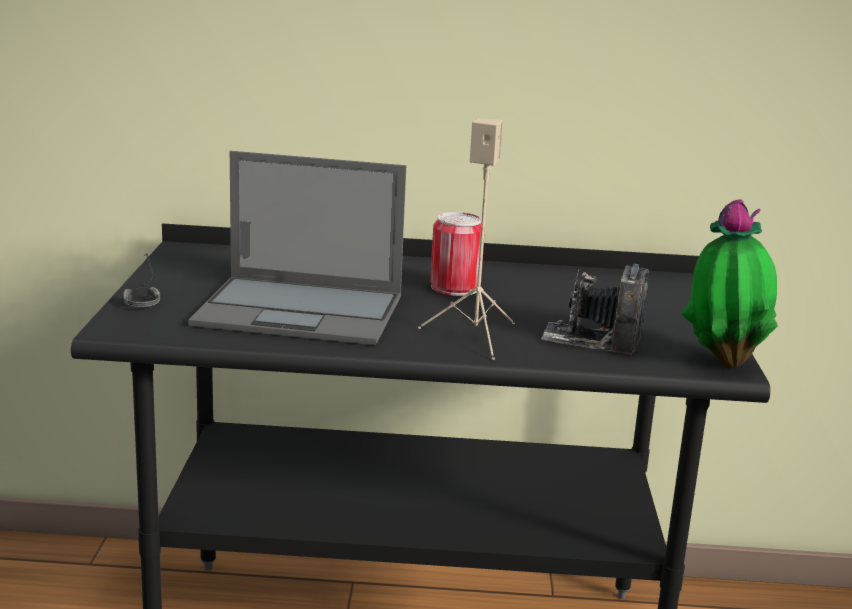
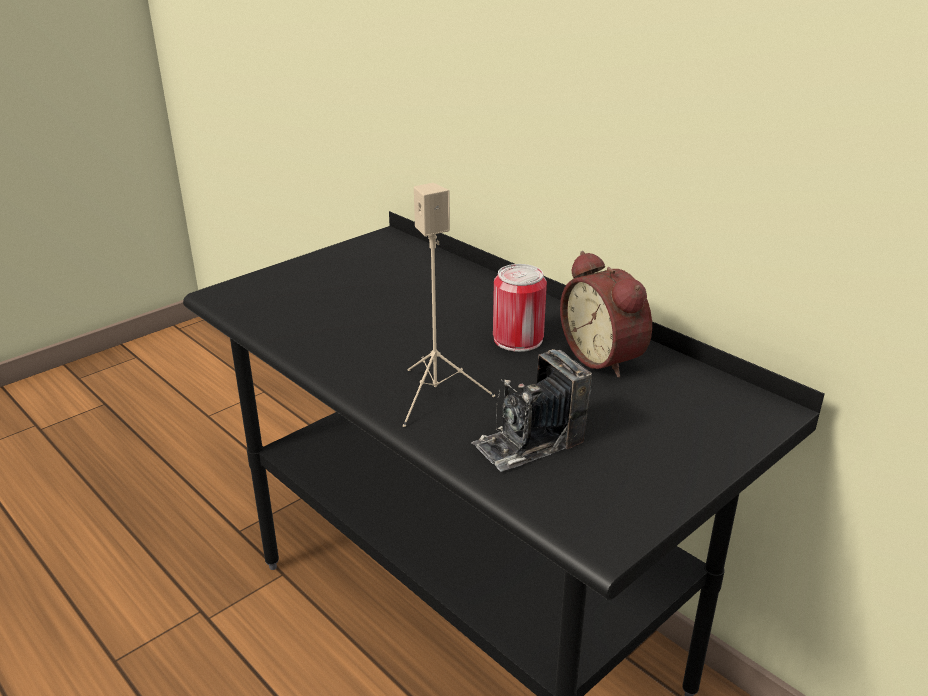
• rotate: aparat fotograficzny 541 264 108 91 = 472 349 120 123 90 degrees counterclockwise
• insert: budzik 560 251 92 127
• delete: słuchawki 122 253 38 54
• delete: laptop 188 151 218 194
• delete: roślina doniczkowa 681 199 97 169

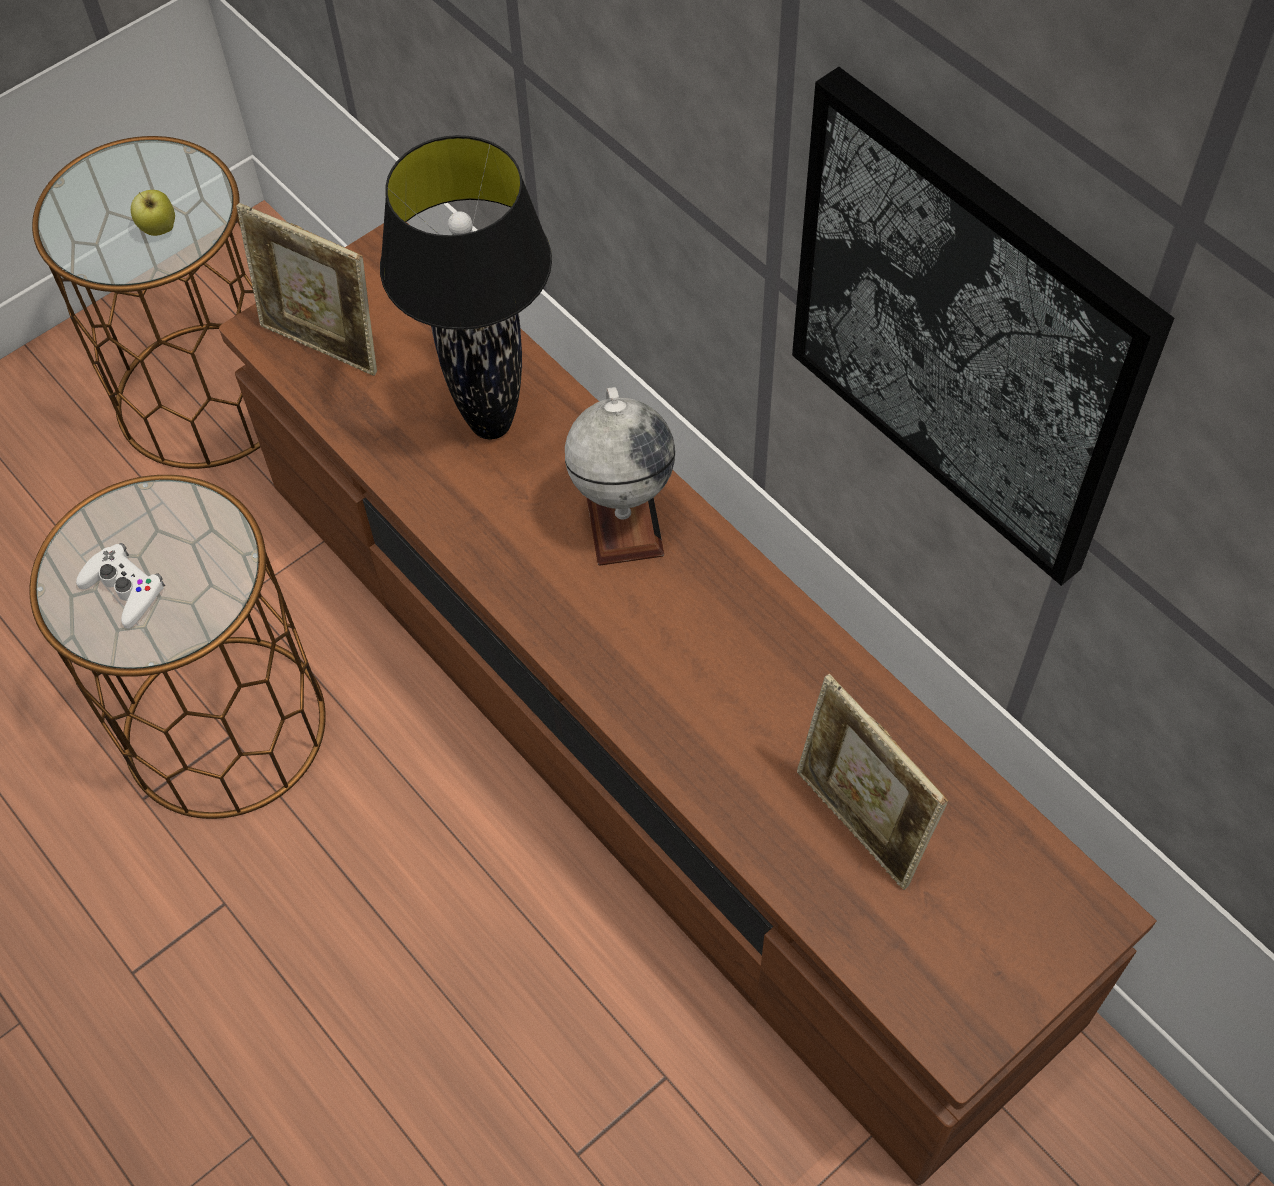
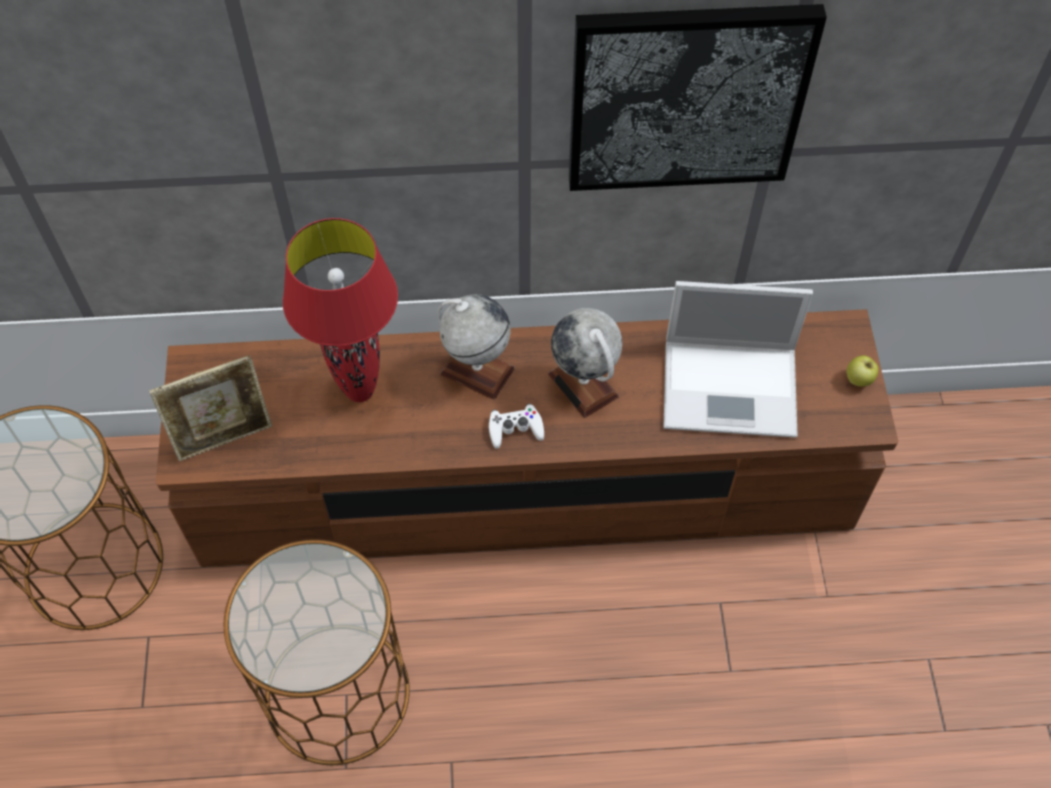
• recolor: lampa stołowa (czarny) 380 135 172 304 to lampa stołowa (czerwony) 283 218 115 184
• move: pad do gier (biały) 76 543 89 86 to 489 403 55 46
• insert: globus 548 308 74 110
• replace: ramka na zdjęcie 797 674 151 216 to laptop 663 281 150 157
• move: jabłko 131 190 44 46 to 846 355 32 32

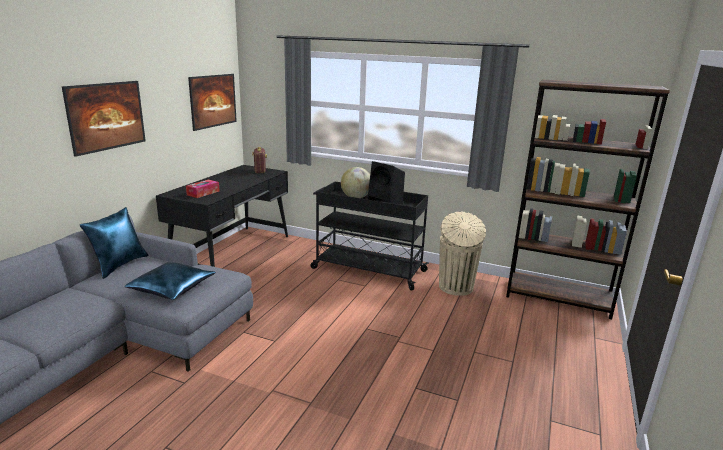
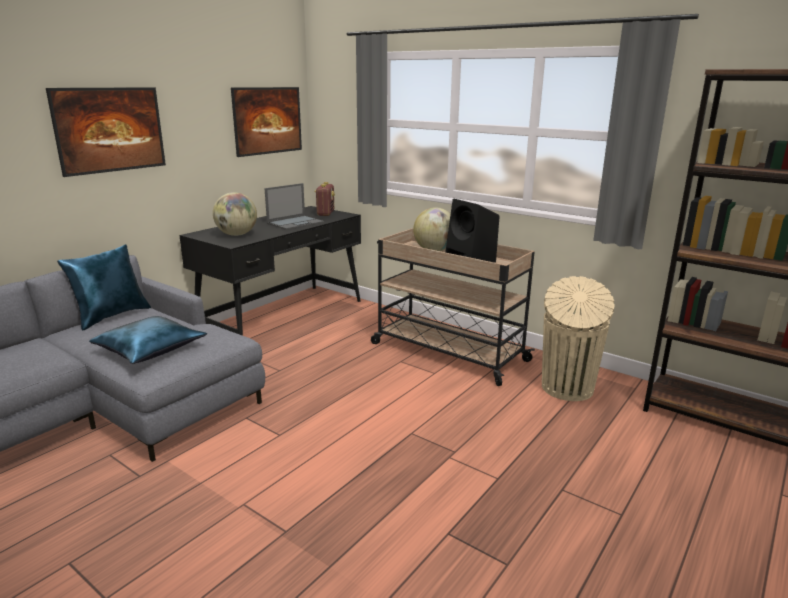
• replace: pudełko chusteczek 186 180 33 18 to globus 213 192 44 44
• insert: laptop 265 183 59 47
• recolor: wózek (czarny) 311 182 118 109 to wózek (beżowy) 371 228 164 158

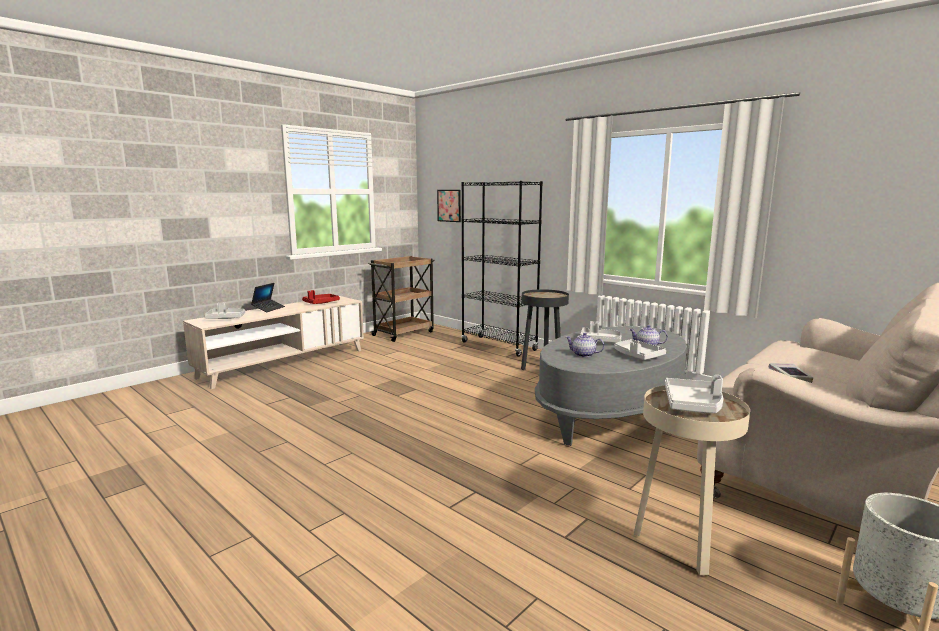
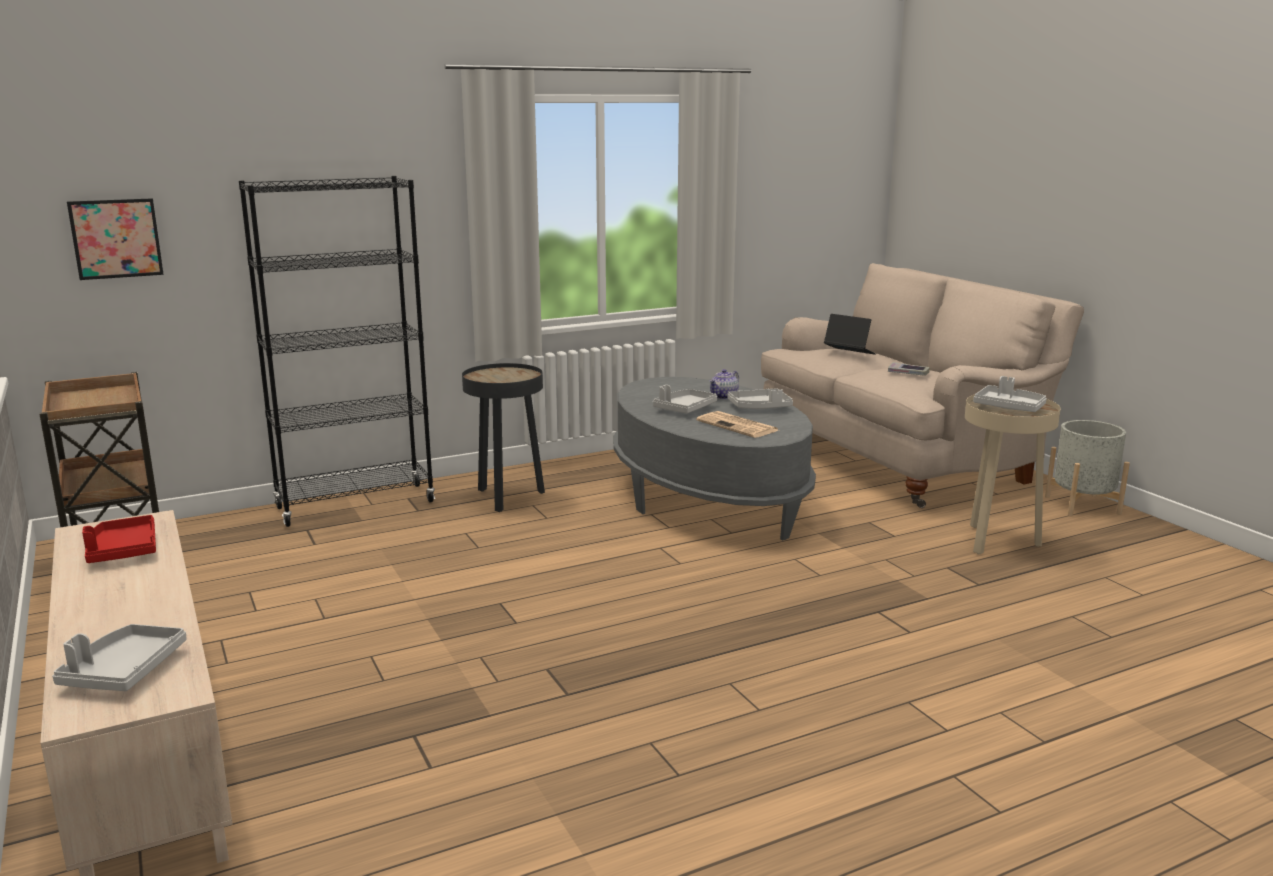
• replace: imbryk 566 333 38 24 to gazeta 696 411 82 27
• move: laptop 251 283 34 29 to 824 314 52 41

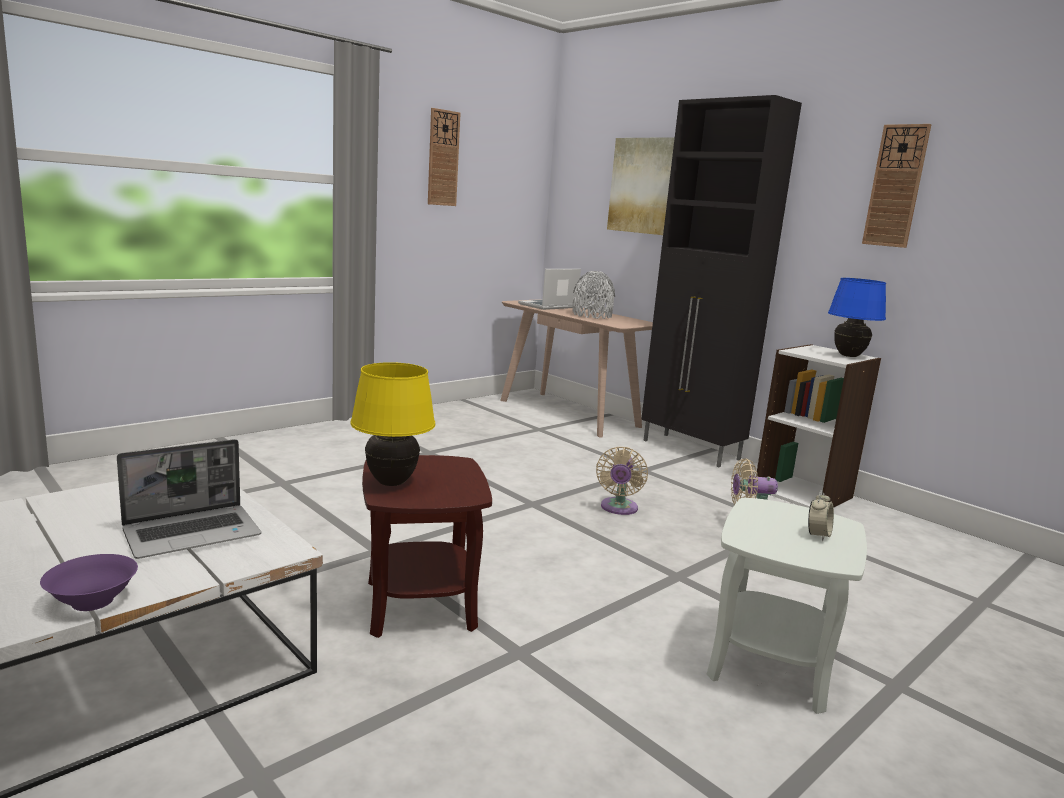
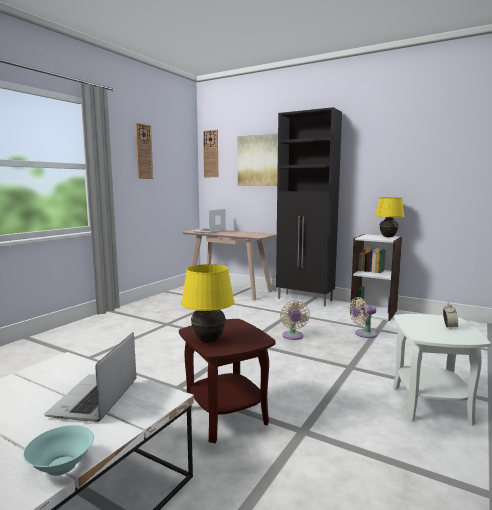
• recolor: miska (fioletowy) 40 554 98 57 to miska (turkusowy) 23 425 71 51
• rotate: laptop 117 439 144 120 = 44 332 92 90 150 degrees clockwise
• move: zegar ścienny 862 124 70 124 to 203 130 15 47
• recolor: lampa stołowa (niebieski) 828 278 58 79 to lampa stołowa (żółty) 375 197 30 40
• delete: wazon (szary) 573 271 42 48

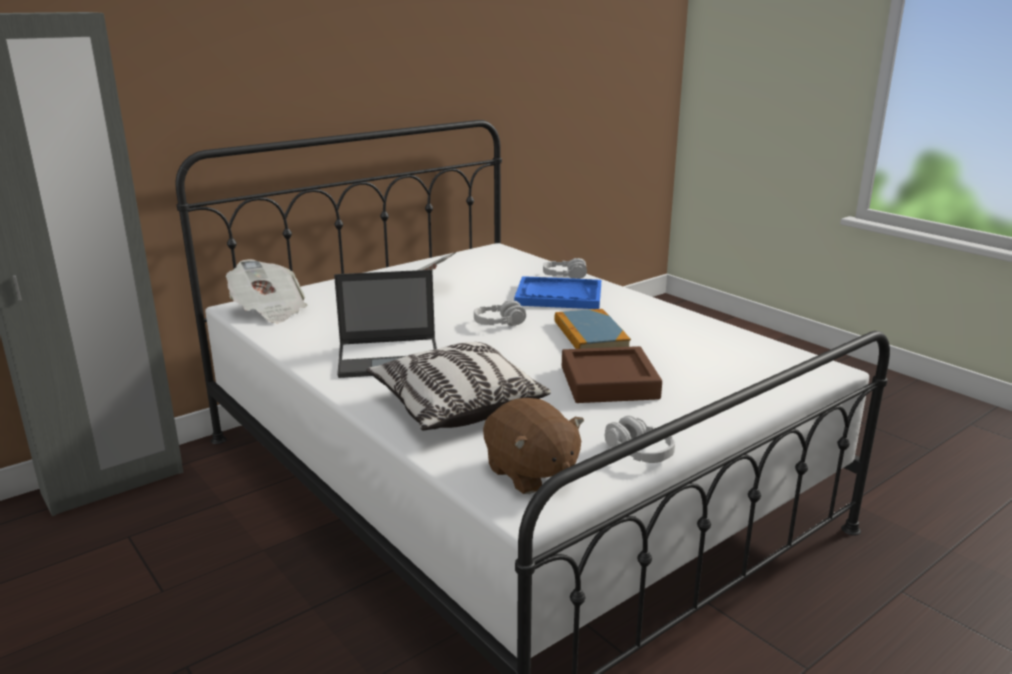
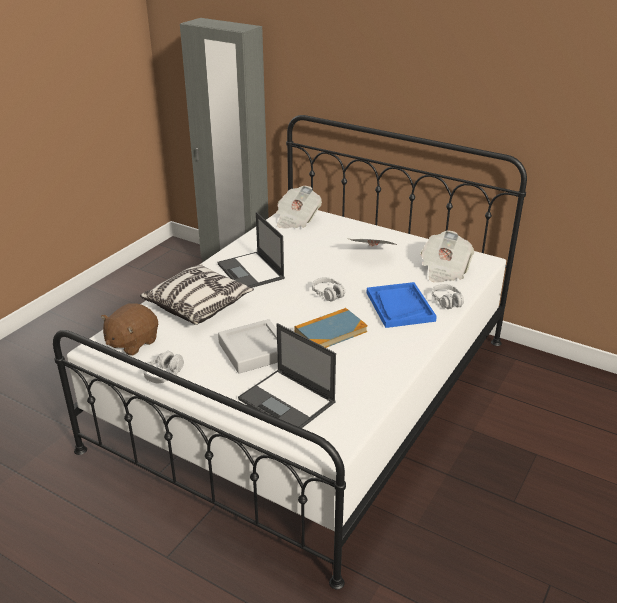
• recolor: taca (brązowy) 562 346 100 57 to taca (szary) 218 319 60 55
• insert: laptop 238 323 98 105
• insert: gazeta 421 230 53 52

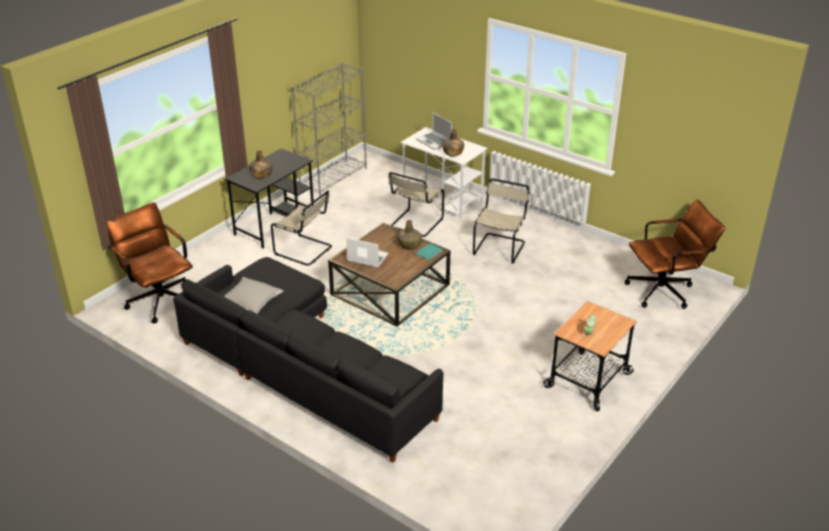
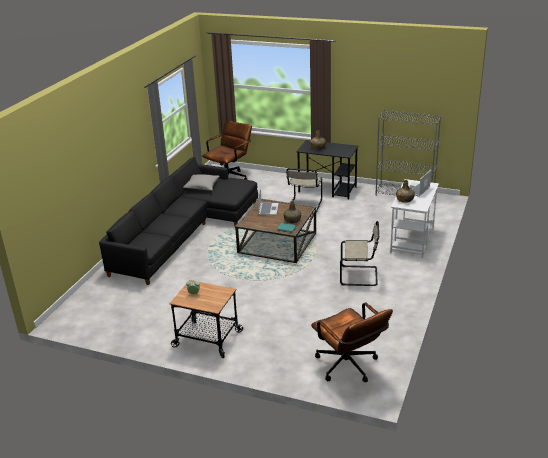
• delete: krzesło (beżowy) 388 172 56 65

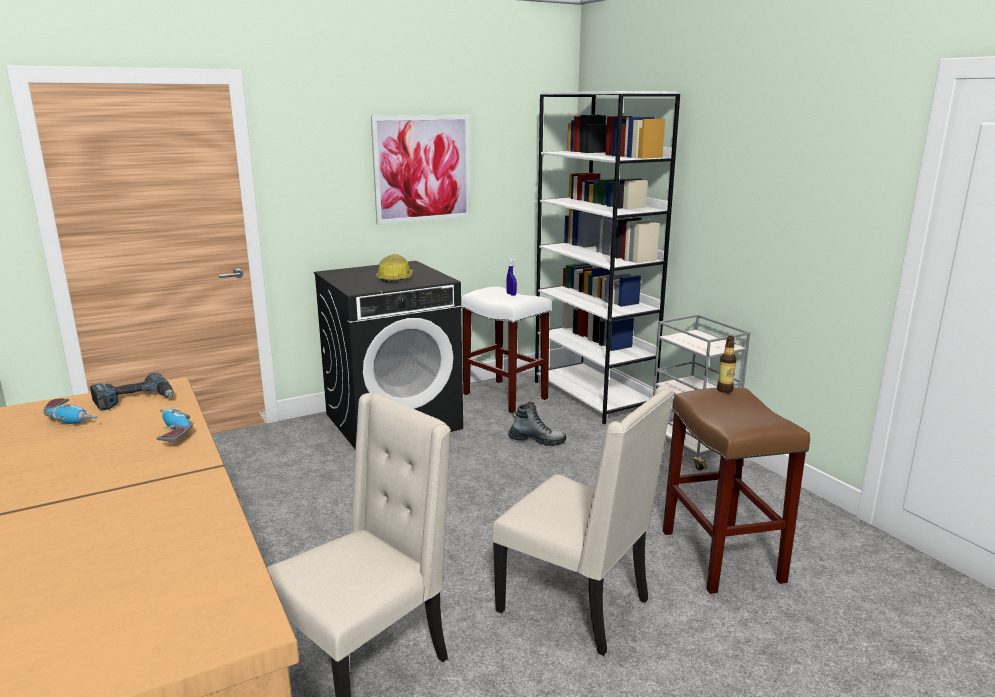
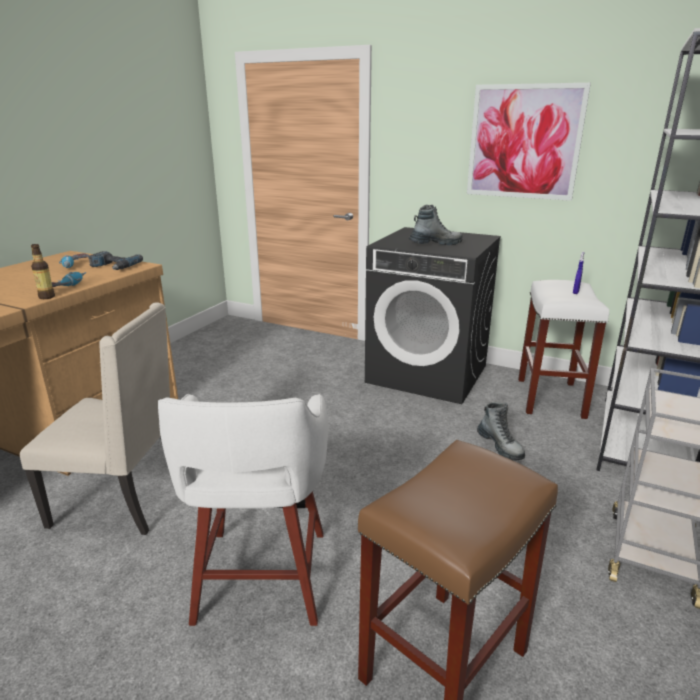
• move: butelka 717 336 19 57 to 31 244 24 55
• replace: krzesło (beżowy) 492 386 182 270 to stołek (biały) 158 394 170 232
• replace: kask 376 254 37 30 to but z cholewką 408 205 55 40

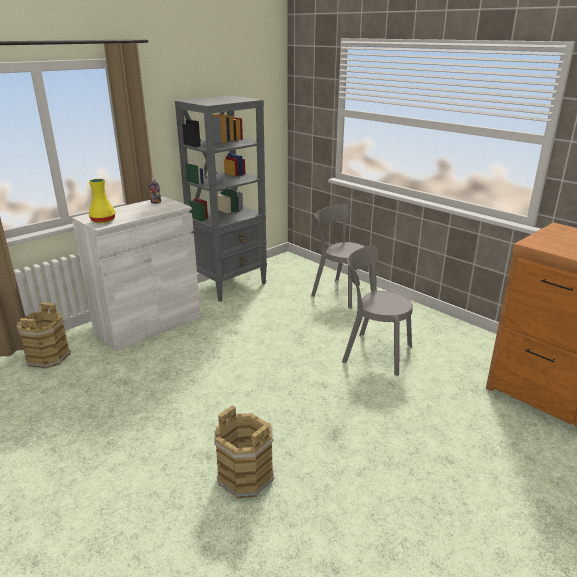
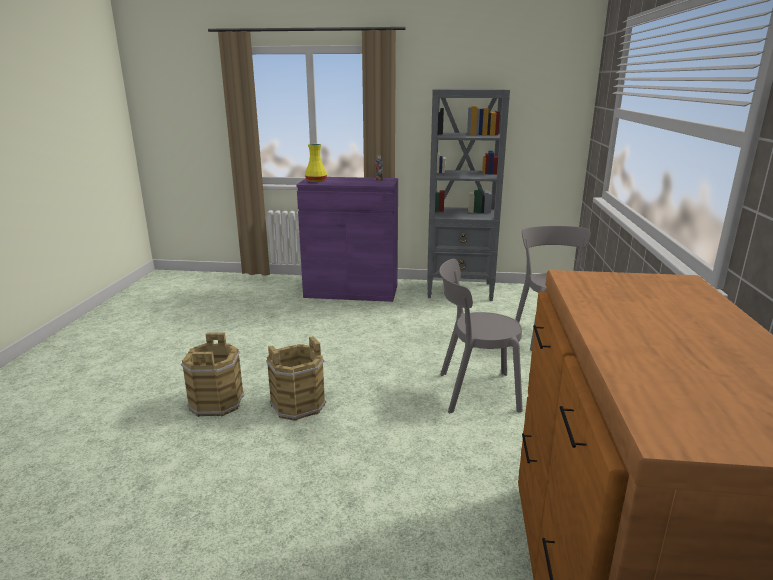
• move: wiadro (brązowy) 16 303 55 66 to 266 336 60 85
• recolor: szafka (biały) 72 197 129 154 to szafka (fioletowy) 297 177 101 125
• rotate: krzesło (szary) 342 246 71 130 = 439 259 84 154 75 degrees counterclockwise

